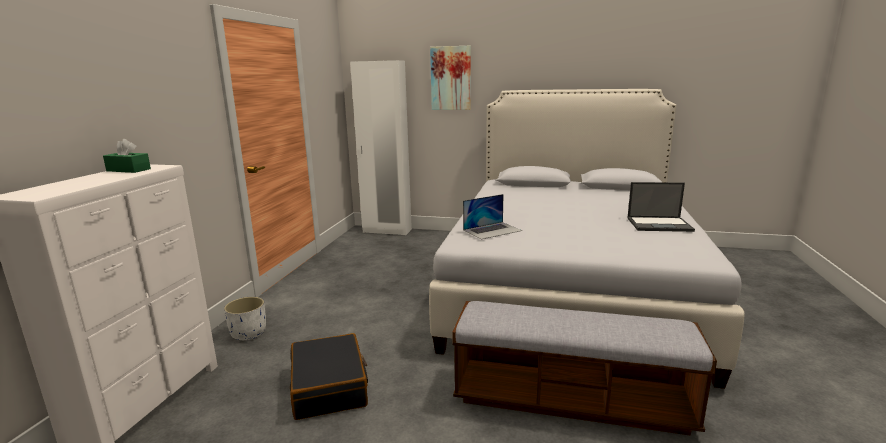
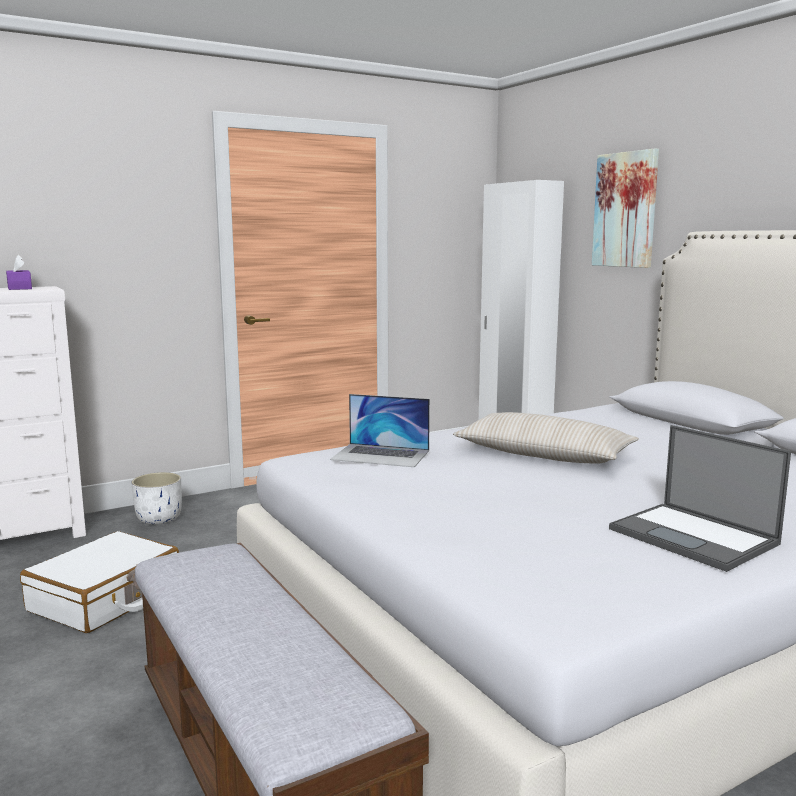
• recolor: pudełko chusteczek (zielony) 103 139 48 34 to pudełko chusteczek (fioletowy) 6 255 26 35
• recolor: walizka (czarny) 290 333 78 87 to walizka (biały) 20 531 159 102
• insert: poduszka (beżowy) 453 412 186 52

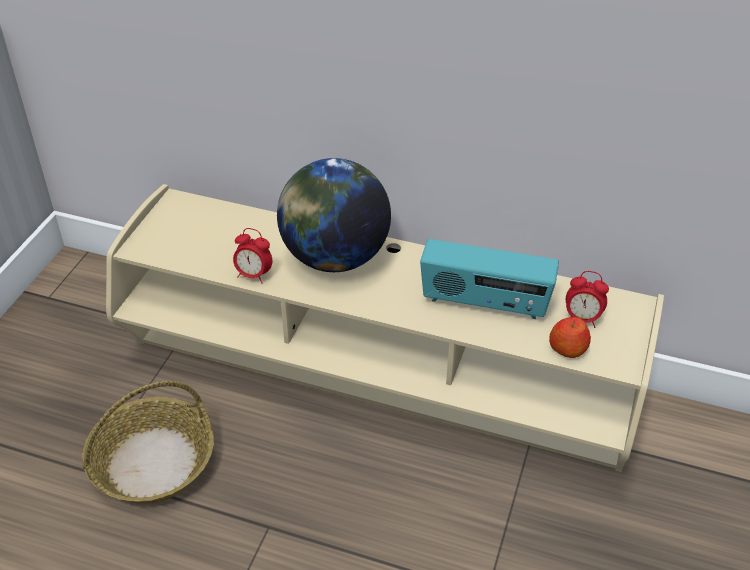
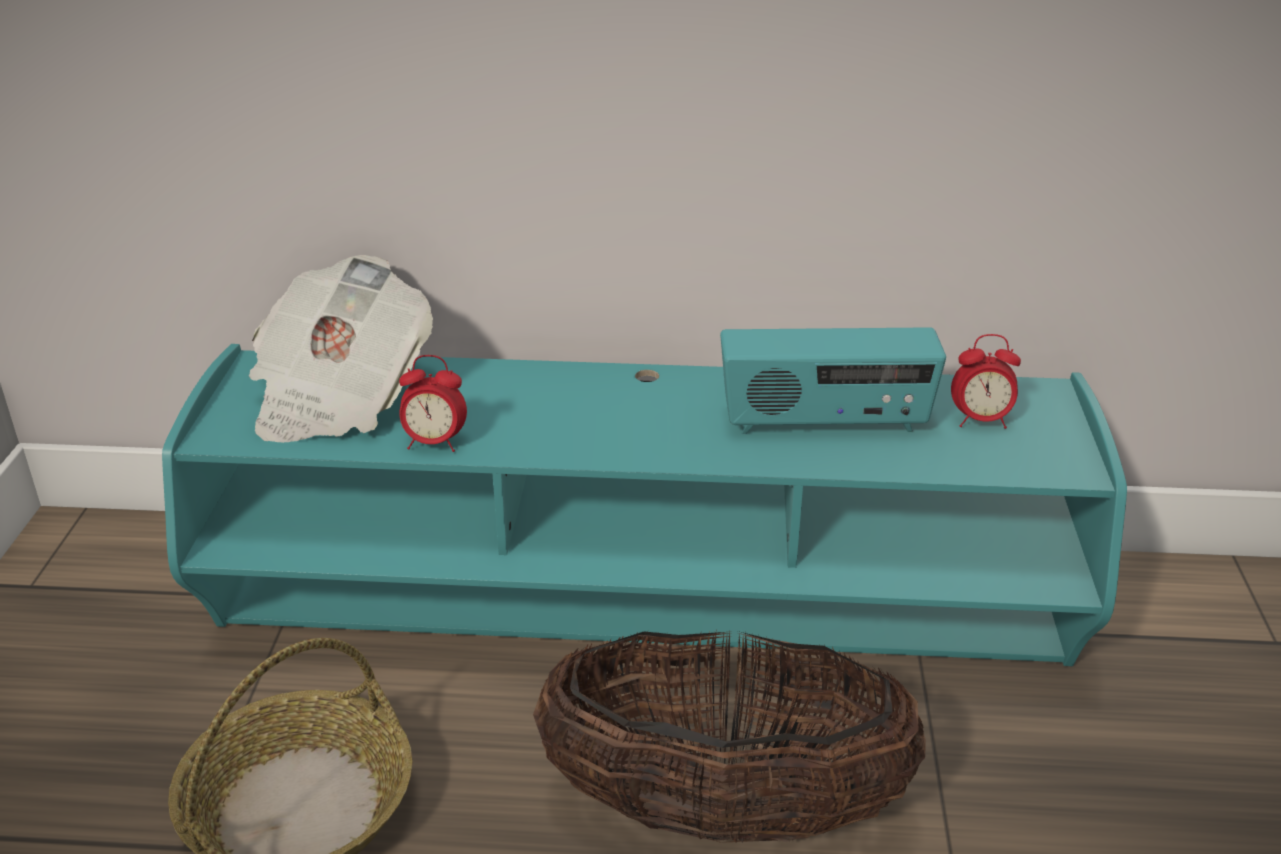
• recolor: szafka pod telewizor (beżowy) 106 184 558 288 to szafka pod telewizor (turkusowy) 162 344 965 322
• insert: gazeta 249 255 184 188
• insert: koszyk 533 631 393 212
• delete: globus 277 158 114 114
• delete: jabłko 549 317 42 41

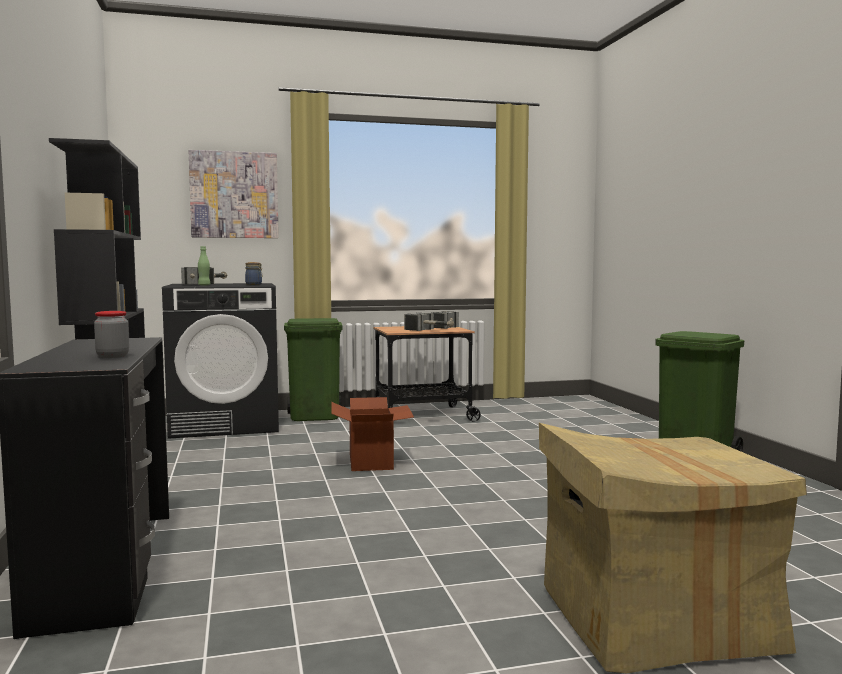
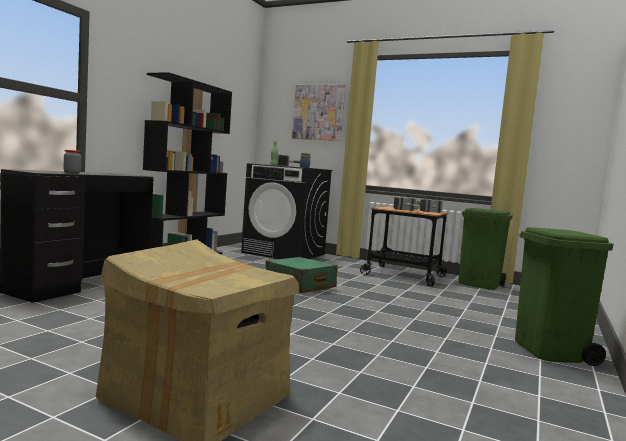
• replace: karton 331 397 83 74 to walizka (zielony) 266 257 72 36
• move: kosz na śmieci (zielony) 284 318 59 103 to 458 208 55 82

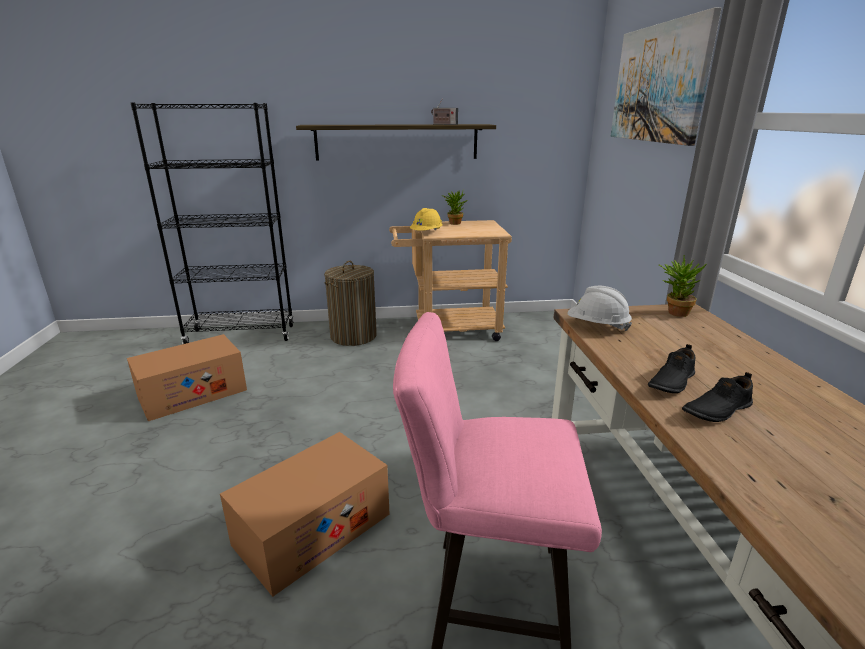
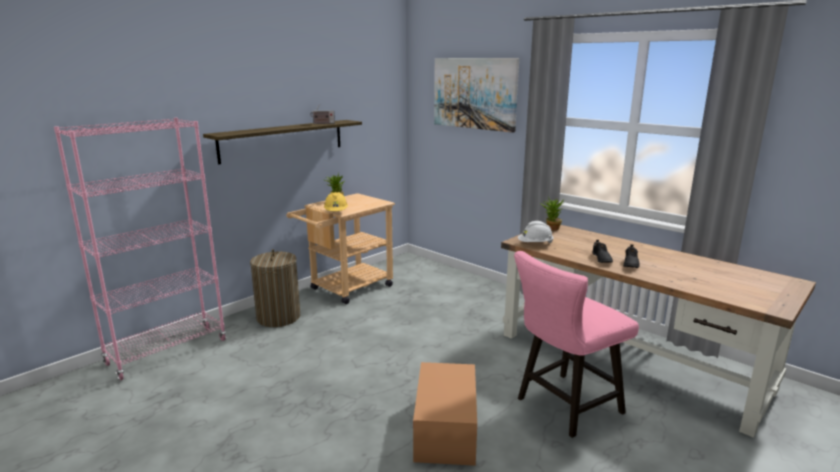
• recolor: regał (czarny) 131 103 163 241 to regał (różowy) 54 118 172 262
• delete: karton 127 334 120 87

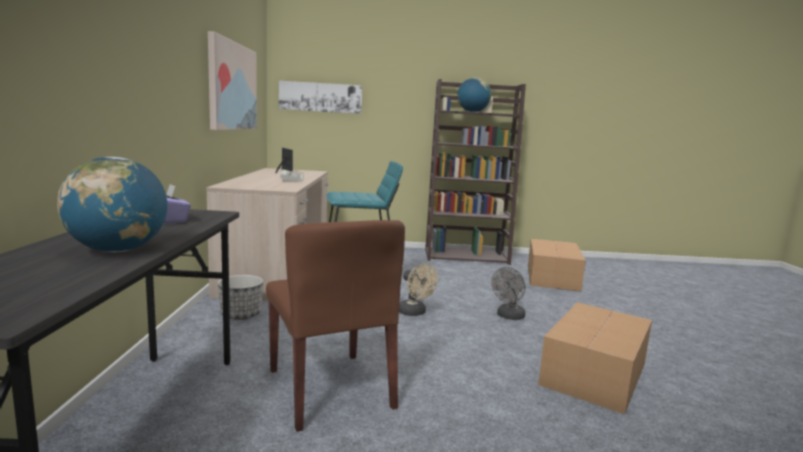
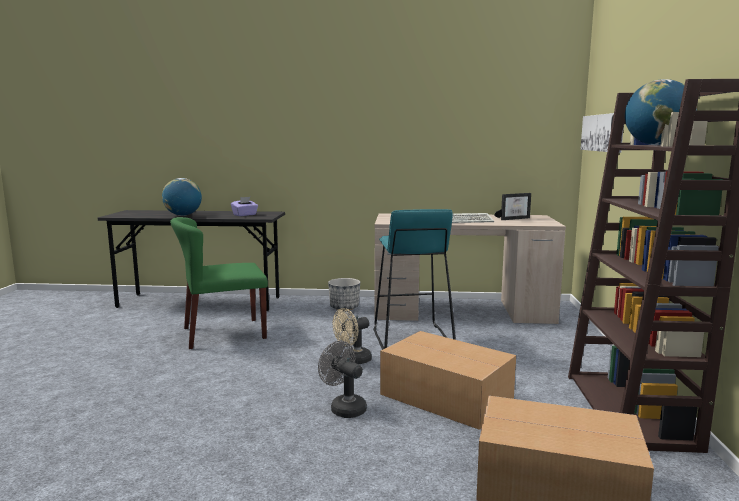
• recolor: krzesło (brązowy) 266 220 139 212 to krzesło (zielony) 170 217 98 132
• move: karton 538 302 114 112 to 380 331 136 99
• delete: obraz 208 31 49 99

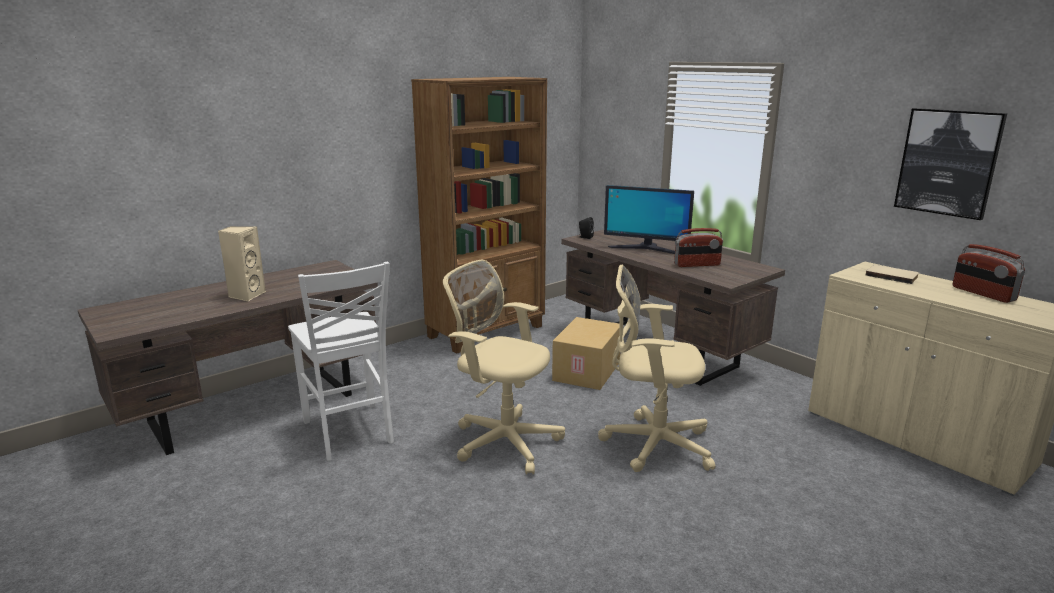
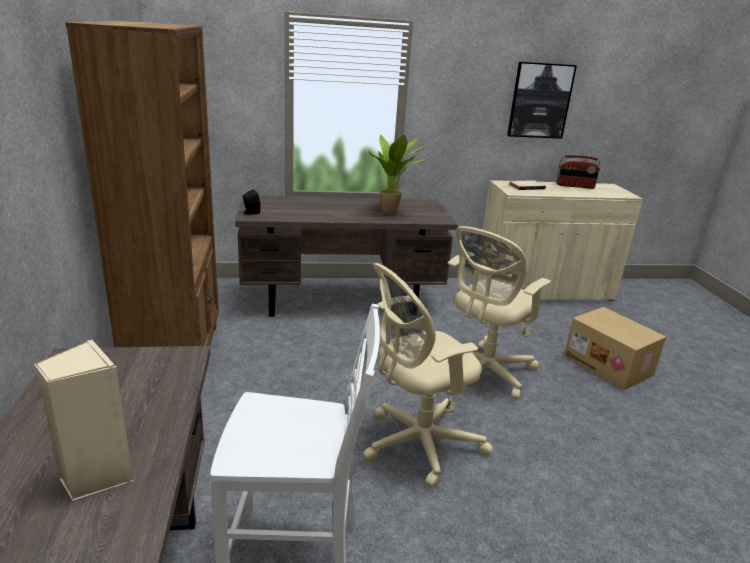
• replace: radio 674 228 49 39 to roślina doniczkowa 368 135 60 79
• move: karton 552 317 69 73 to 564 307 102 83
• delete: monitor 604 185 90 69

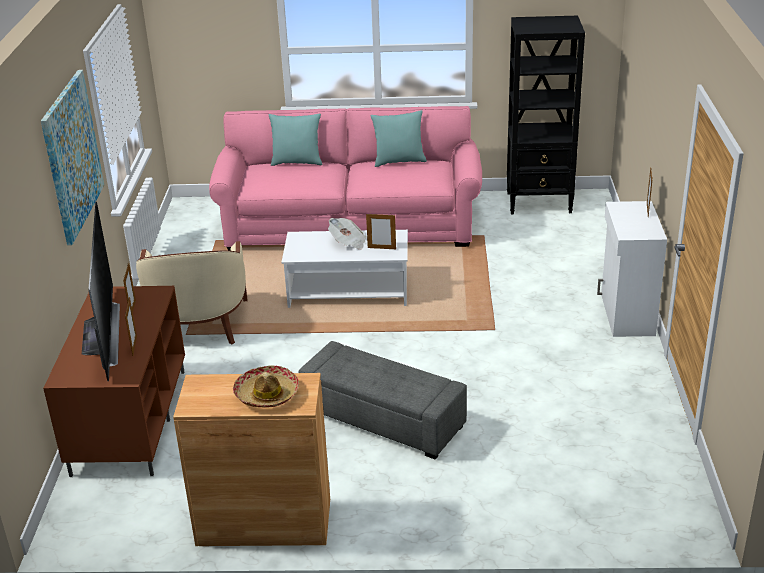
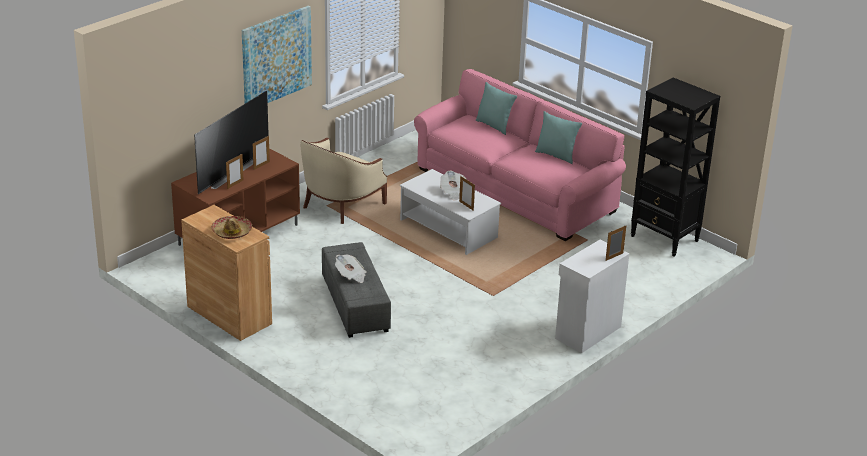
• insert: gazeta 335 255 32 28

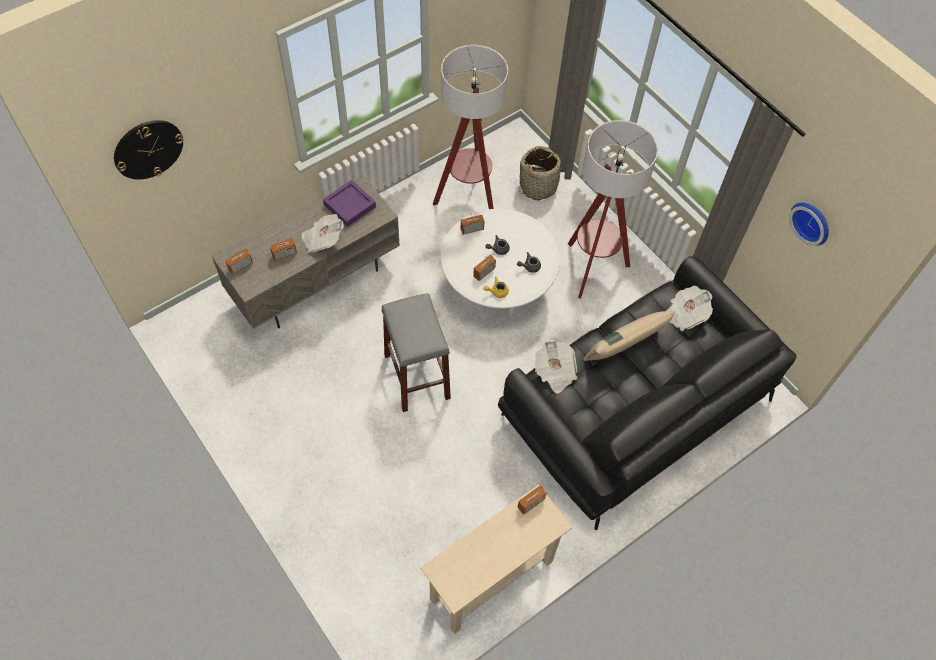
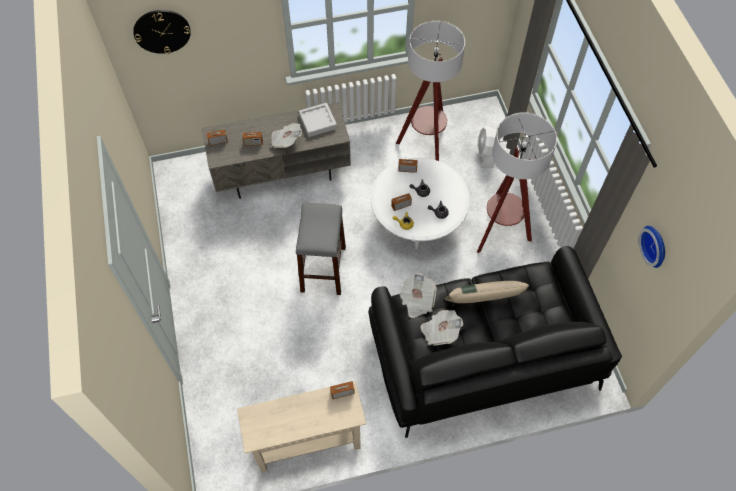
• recolor: taca (fioletowy) 323 180 53 47 to taca (szary) 299 103 38 34
• move: gazeta 666 286 47 45 to 420 310 43 35
• replace: koszyk 518 146 47 54 to wentylator (biały) 477 126 23 42

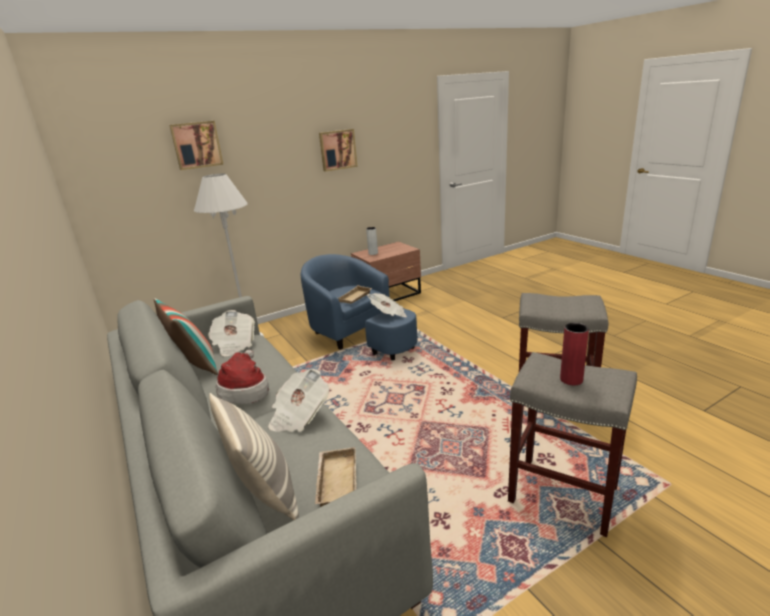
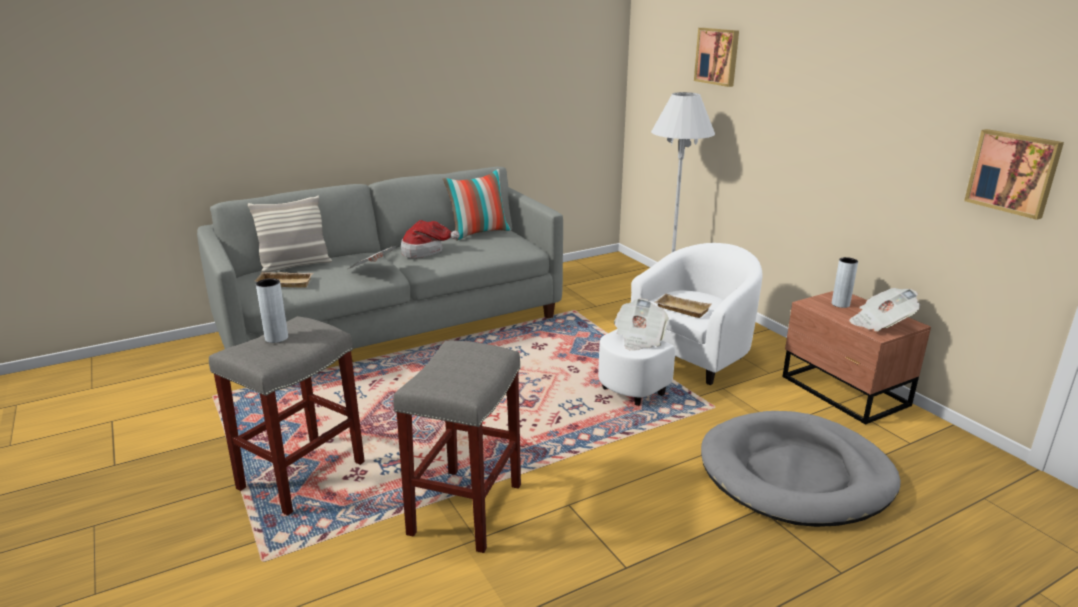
• recolor: wazon (czerwony) 560 323 29 62 to wazon (szary) 256 278 32 65
• recolor: fotel (niebieski) 300 254 118 106 to fotel (biały) 598 243 165 163
• insert: legowisko (szary) 701 411 200 116
• move: gazeta 208 310 47 47 to 849 288 71 43
• move: obraz 319 129 38 43 to 964 129 100 91

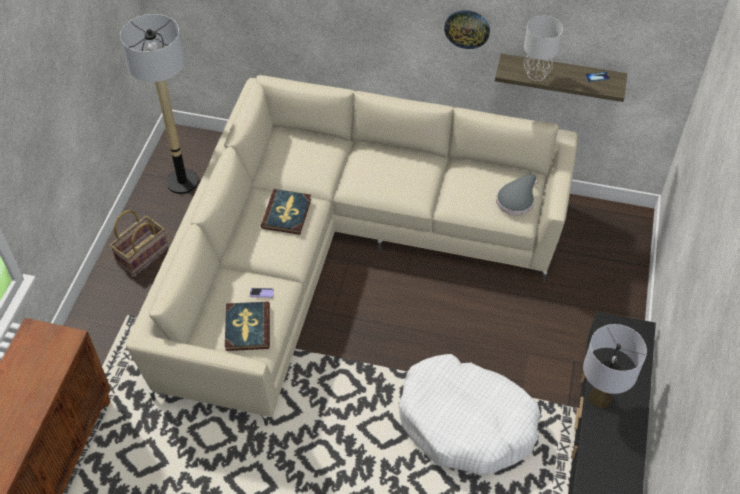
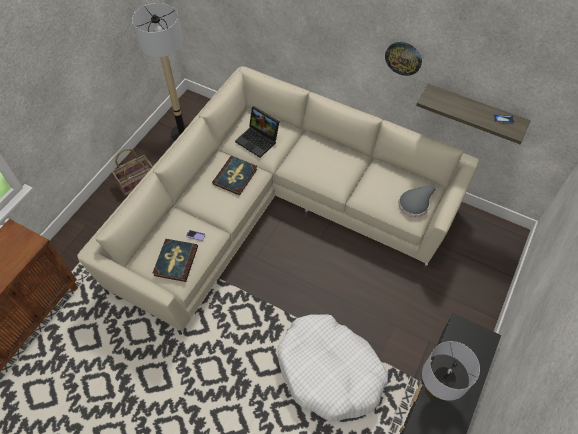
• insert: laptop 235 106 45 52
• delete: lampa stołowa (szary) 524 16 39 65

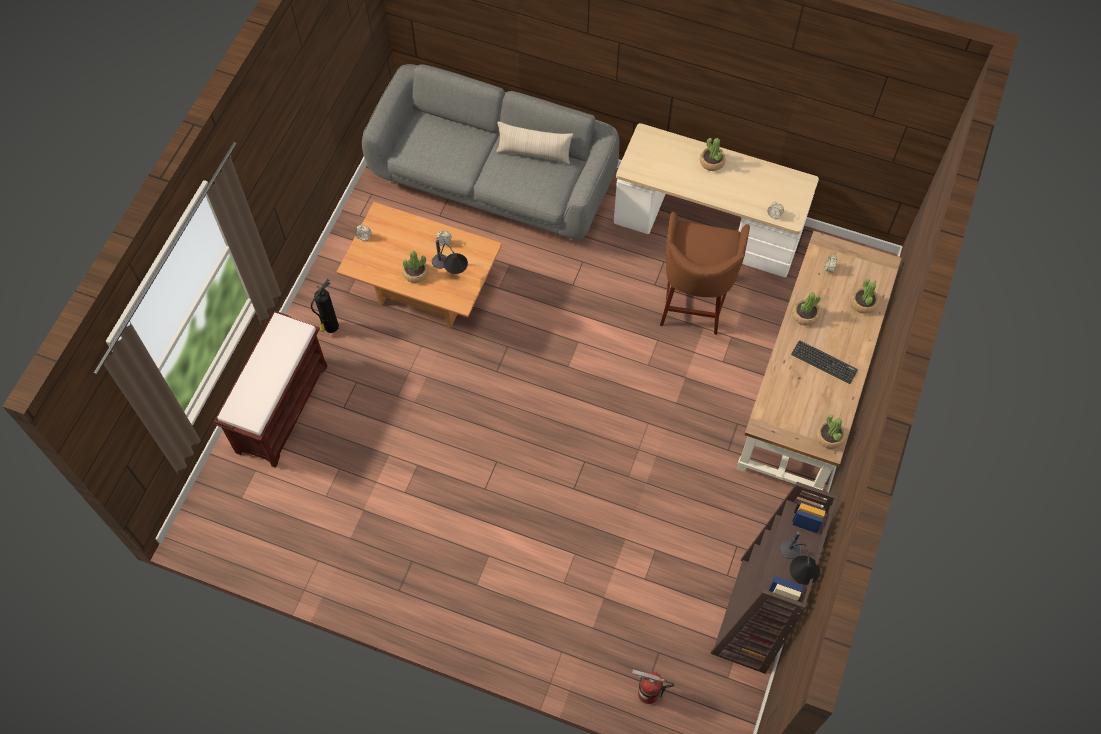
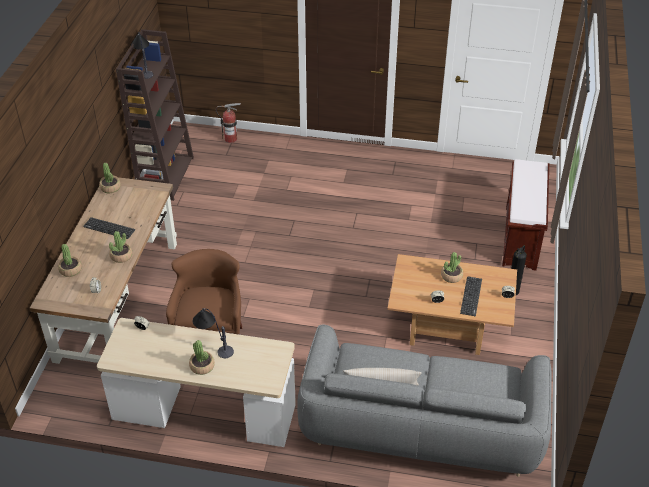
• move: lampa stołowa 432 240 36 34 to 193 308 41 50
• insert: klawiatura 460 276 22 40

